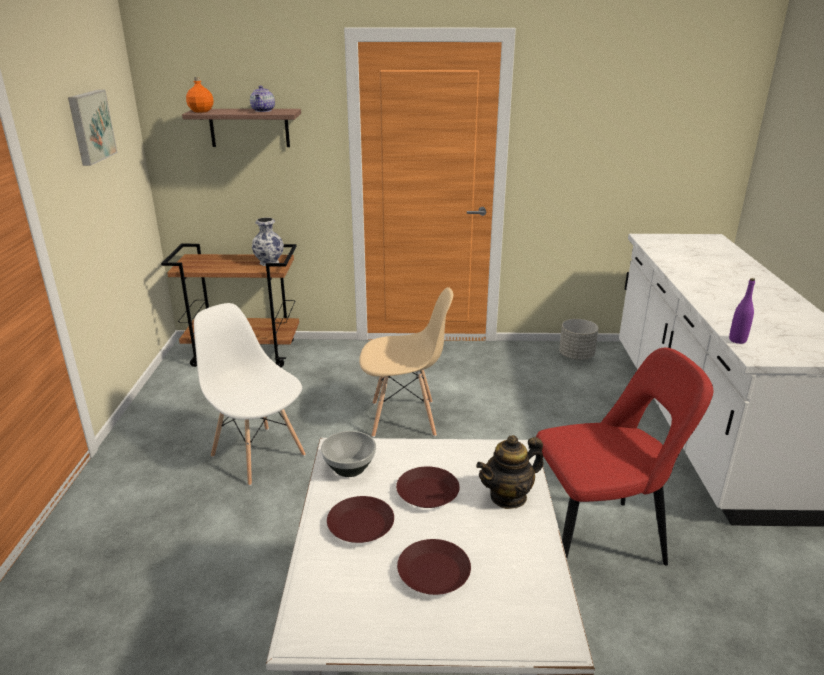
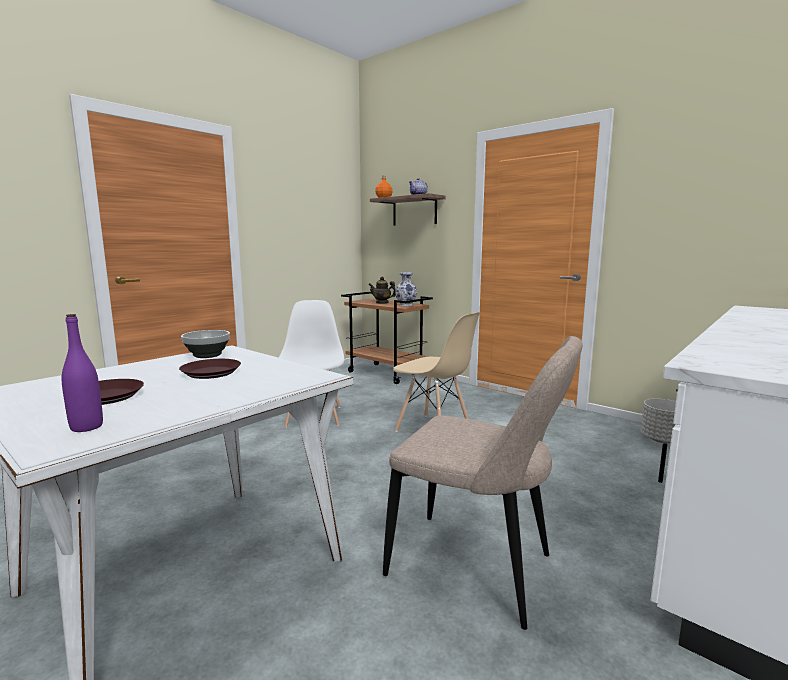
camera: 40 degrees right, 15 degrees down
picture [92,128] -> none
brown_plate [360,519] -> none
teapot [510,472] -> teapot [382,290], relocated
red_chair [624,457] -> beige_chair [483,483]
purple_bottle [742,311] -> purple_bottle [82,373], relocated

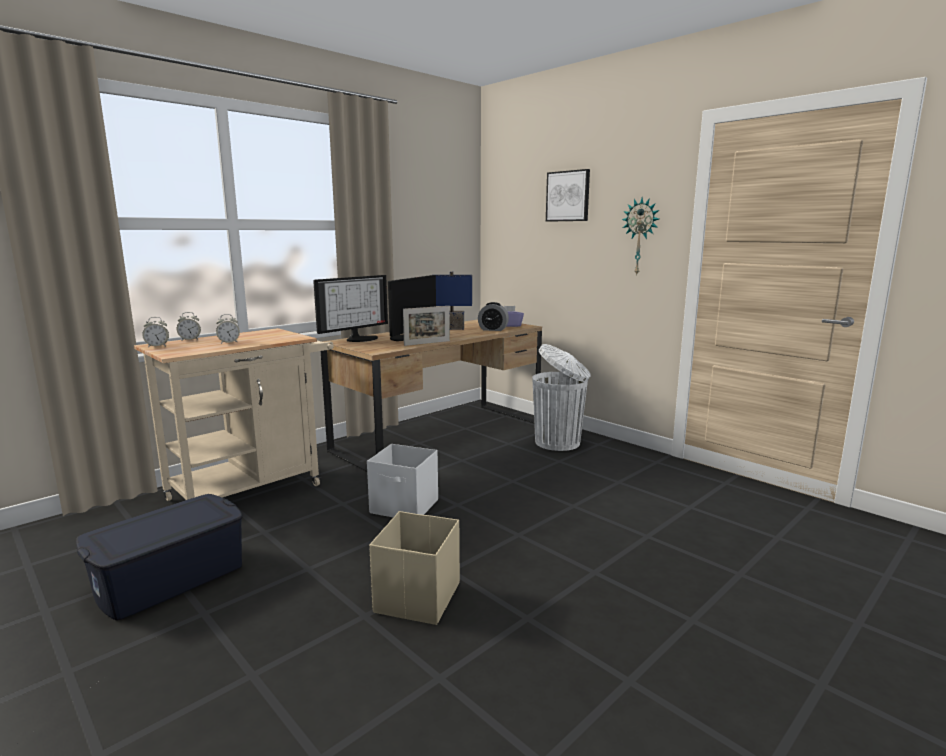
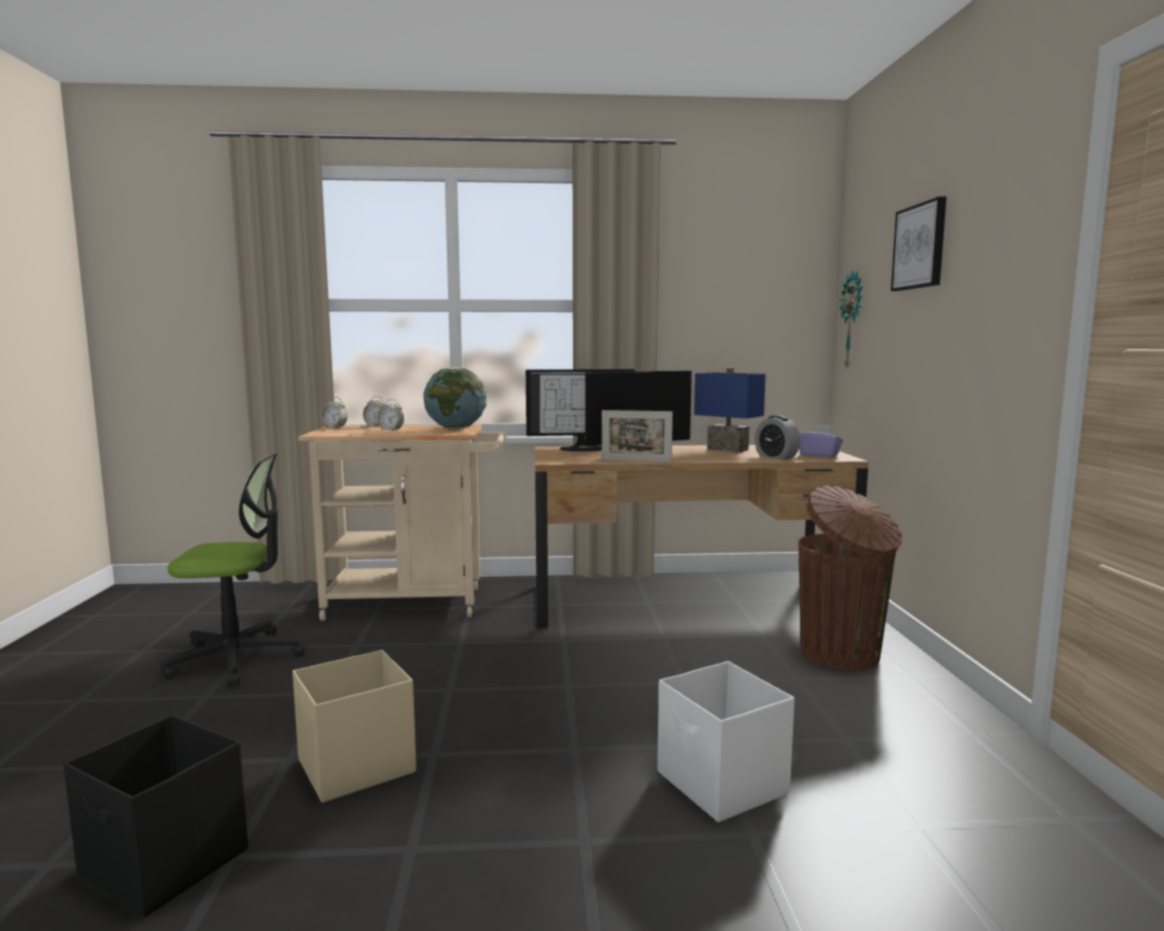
camera: 40 degrees right, 5 degrees down
blue_storage_box [159,557] -> office_chair [233,568]
white_storage_box [402,480] -> white_storage_box [726,741], relocated
white_trash_can [561,397] -> brown_trash_can [850,578]
wall_clock [640,237] -> wall_clock [851,318], relocated
none -> black_storage_box [155,816]
none -> globe [455,398]

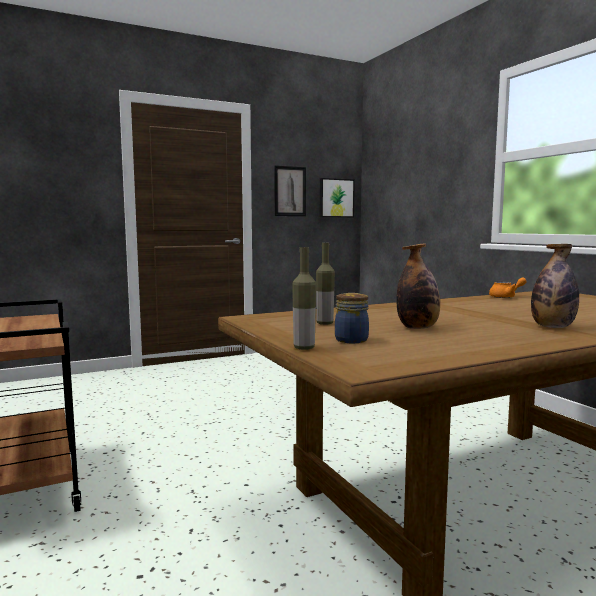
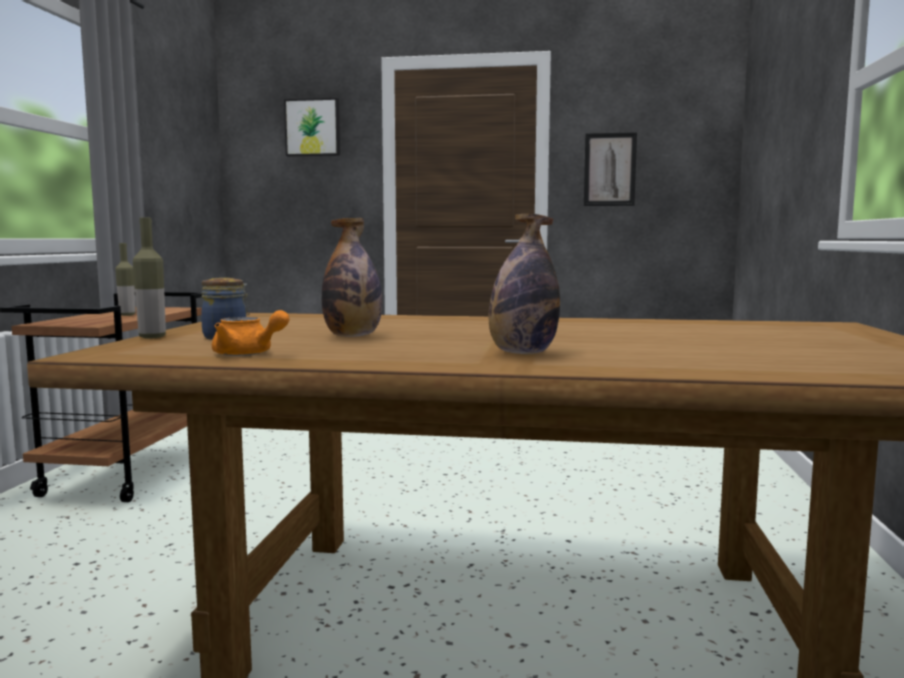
camera: 35 degrees right, 0 degrees up
bottle [325,284] -> bottle [125,279], relocated
picture [337,197] -> picture [312,127], relocated
orange_teapot [508,287] -> orange_teapot [251,333], relocated

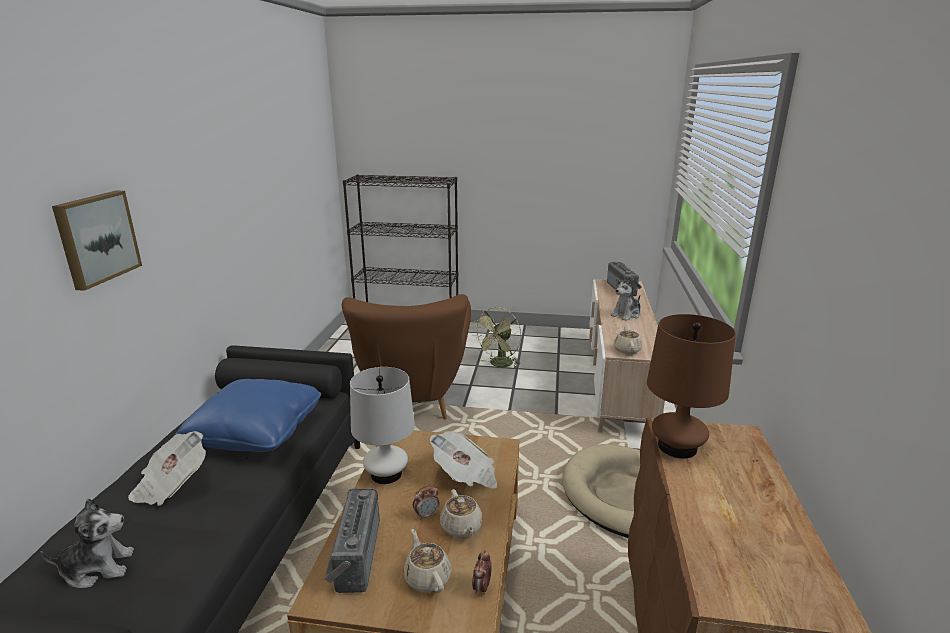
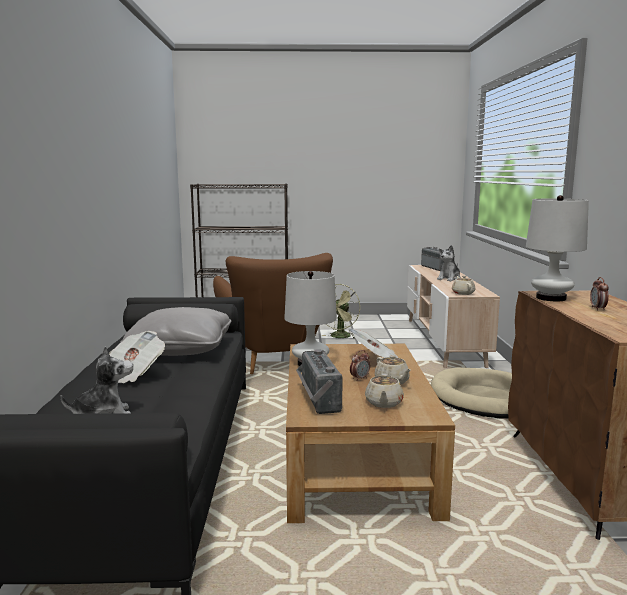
camera: 10 degrees left, 10 degrees down
picture [97,240] -> none
blue_pillow [248,415] -> grey_pillow [175,331]
beige_teapot [427,561] -> beige_teapot [384,391], 135 degrees counterclockwise
alarm_clock [482,572] -> alarm_clock [599,294], relocated
brown_table_lamp [691,386] -> white_table_lamp [557,248]

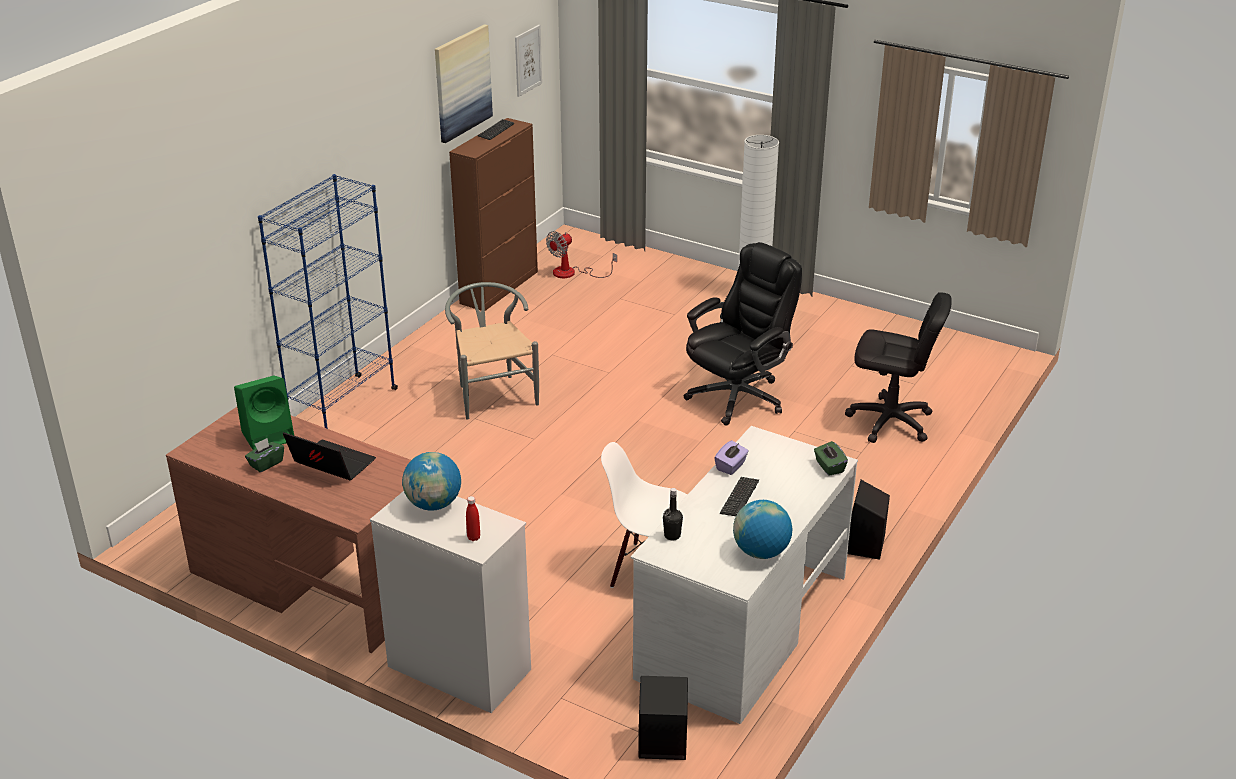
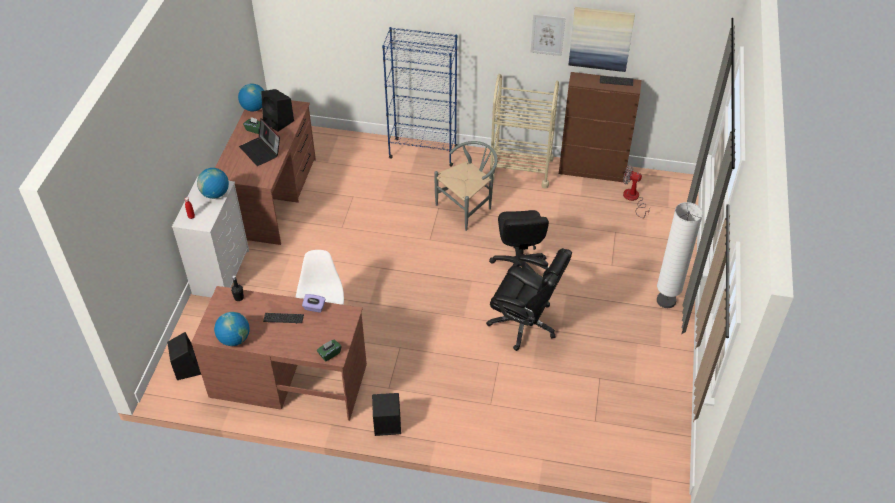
camera: 70 degrees right, 15 degrees up
green_speaker [264,413] -> black_speaker [277,110]
laptop [329,456] -> laptop [259,142], 135 degrees clockwise
picture [528,61] -> picture [548,35], relocated
white_desk [744,575] -> brown_desk [279,353]
black_office_chair [898,367] -> black_office_chair [519,241], relocated
none -> globe [251,98]
none -> beige_cart [524,131]

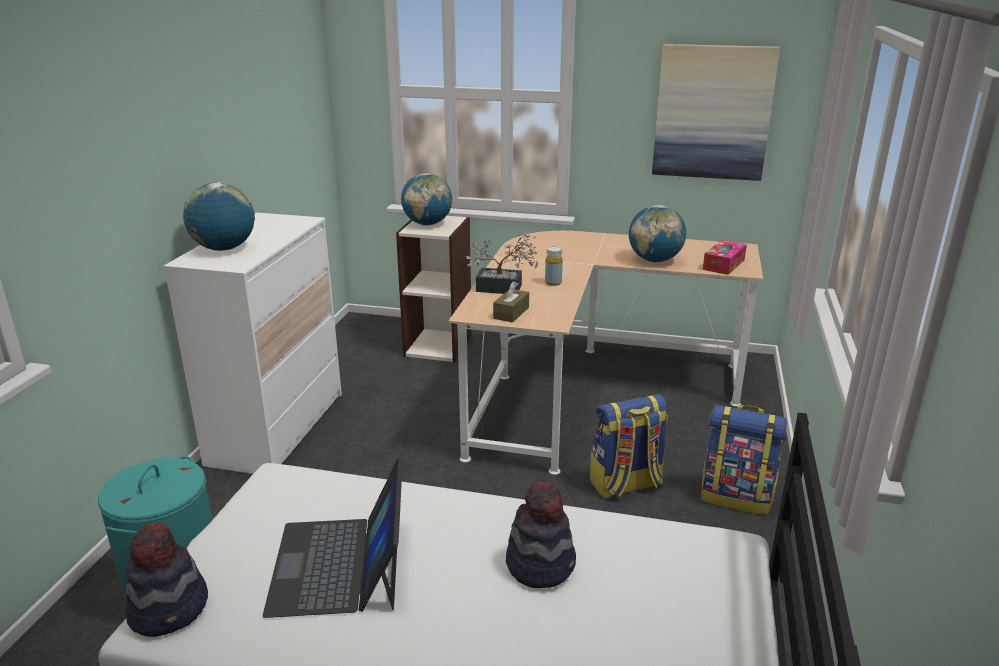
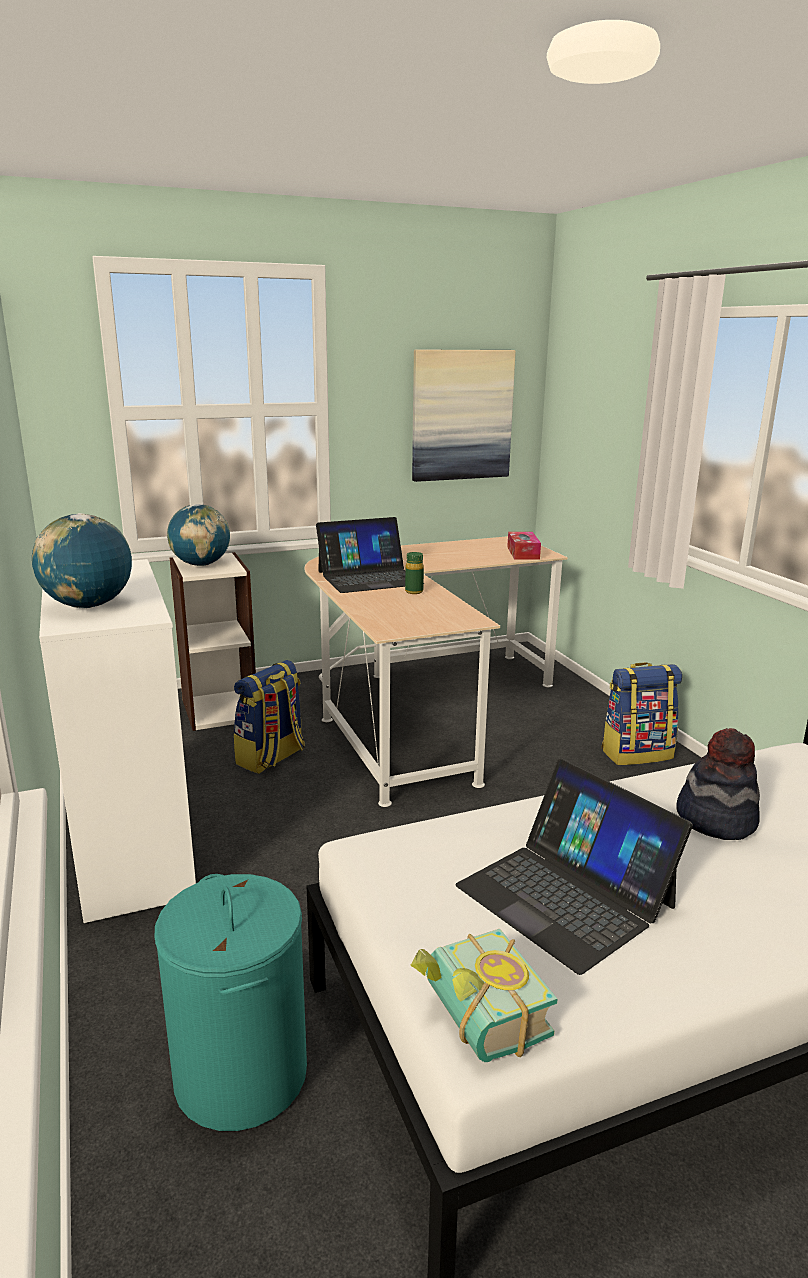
camera: 35 degrees left, 5 degrees down
hat [167,579] -> book [483,995]
potted_plant [502,263] -> none
brown_tissue_box [511,302] -> none
yellow_bottle [554,266] -> green_bottle [414,573]
backpack [629,446] -> backpack [269,717], relocated
globe [657,233] -> none
none -> laptop [360,555]

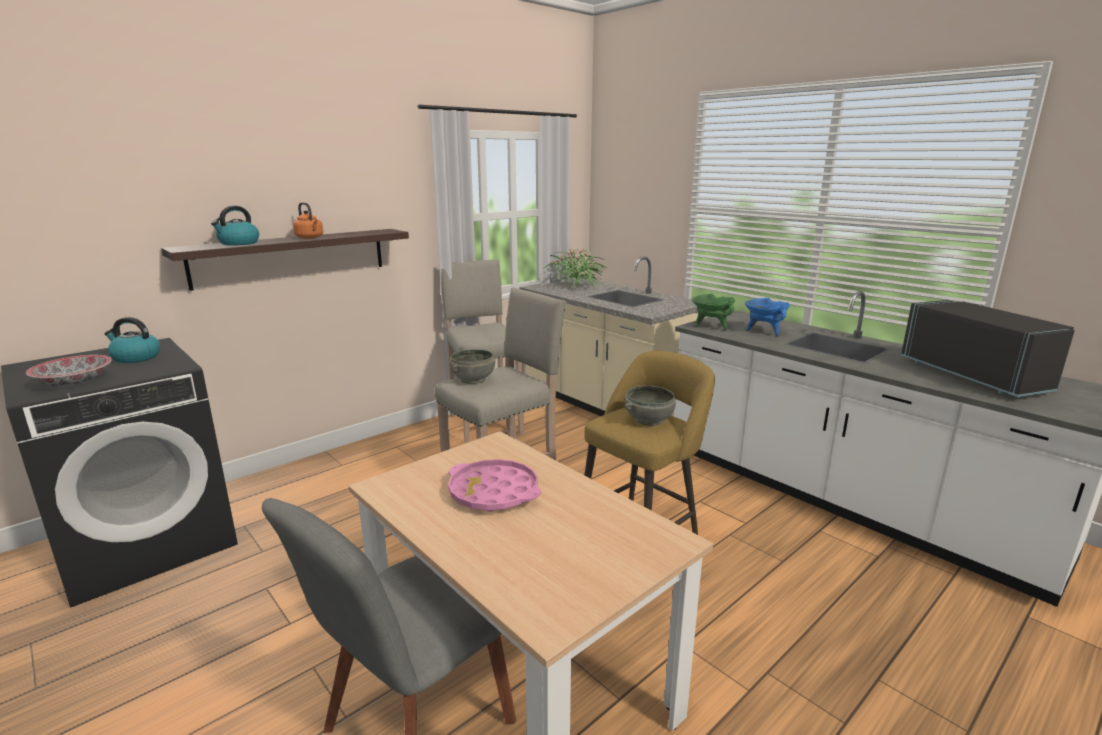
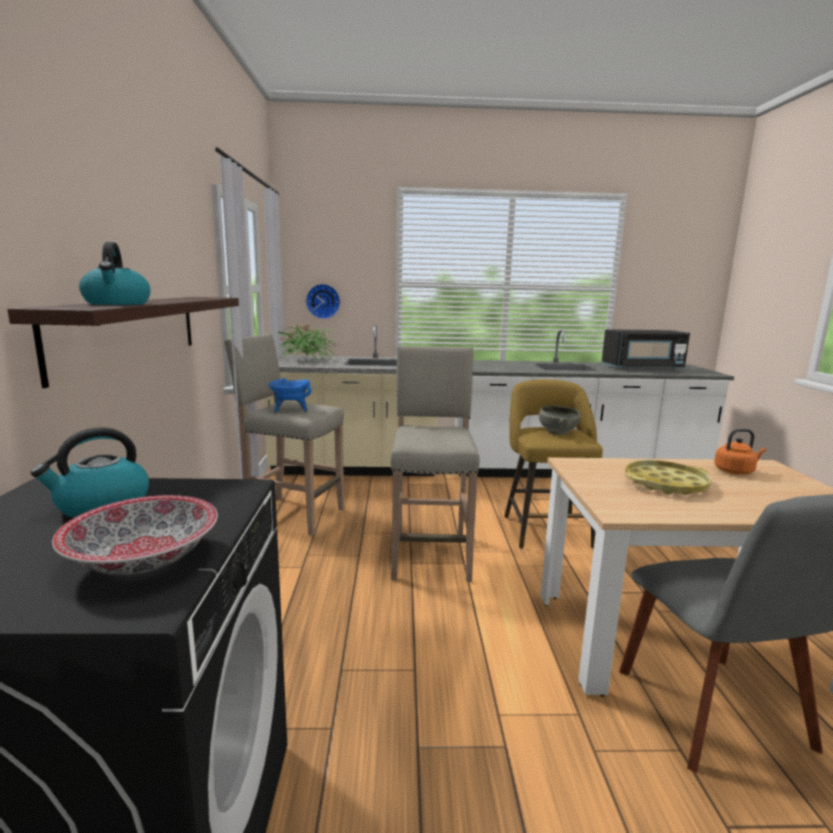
camera: 50 degrees left, 5 degrees down
orange_kettle [308,220] -> orange_kettle [740,452], relocated
pink_tray [494,485] -> yellow_tray [668,477]
grey_bowl [472,366] -> none
green_cooking_pot [713,312] -> none
blue_cooking_pot [767,317] -> blue_cooking_pot [290,395], relocated
black_microwave [988,348] -> black_microwave [646,350], 150 degrees clockwise
none -> wall_clock [323,301]

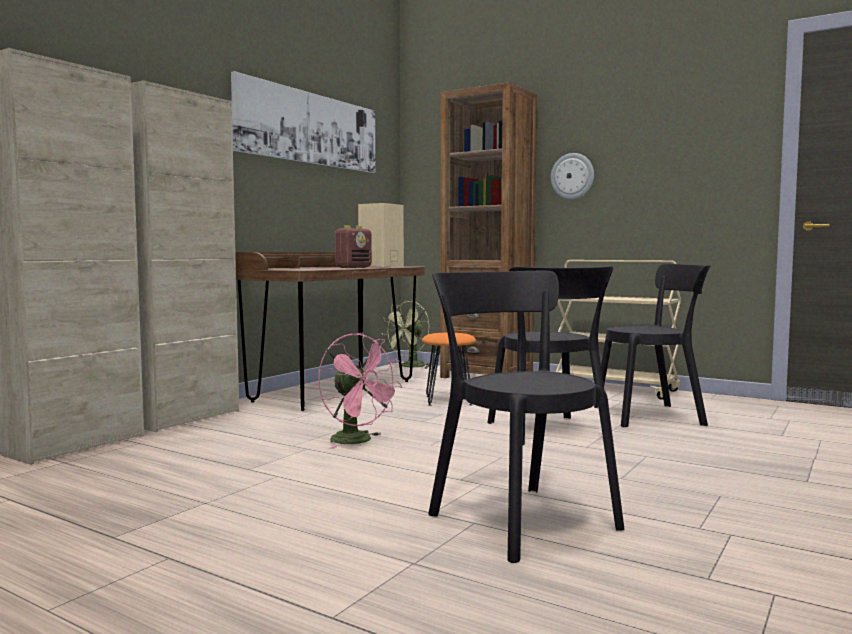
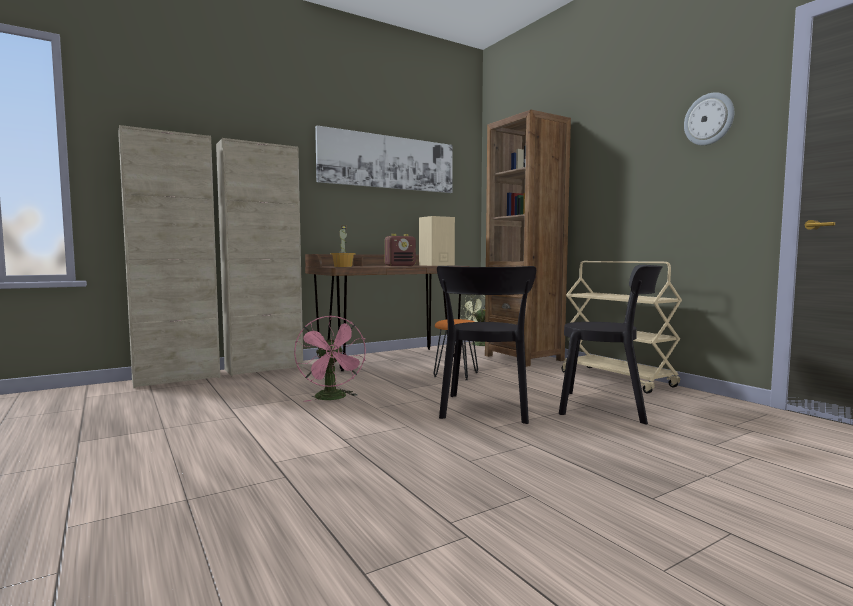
camera: 25 degrees right, 0 degrees up
black_chair [526,417] -> none
wall_clock [572,176] -> wall_clock [709,118], relocated
none -> potted_plant [343,246]

